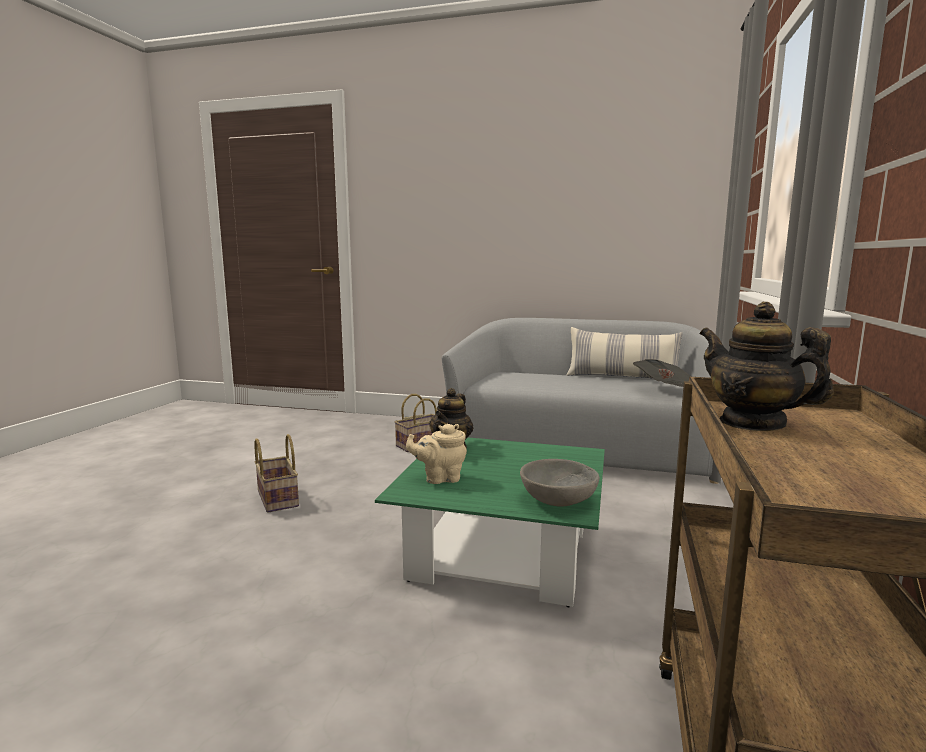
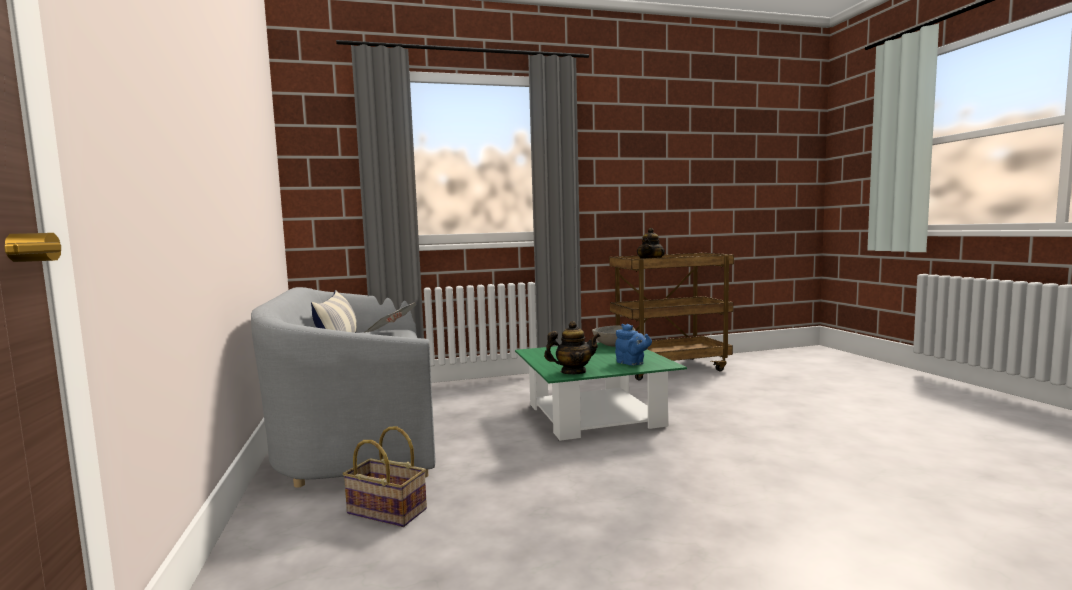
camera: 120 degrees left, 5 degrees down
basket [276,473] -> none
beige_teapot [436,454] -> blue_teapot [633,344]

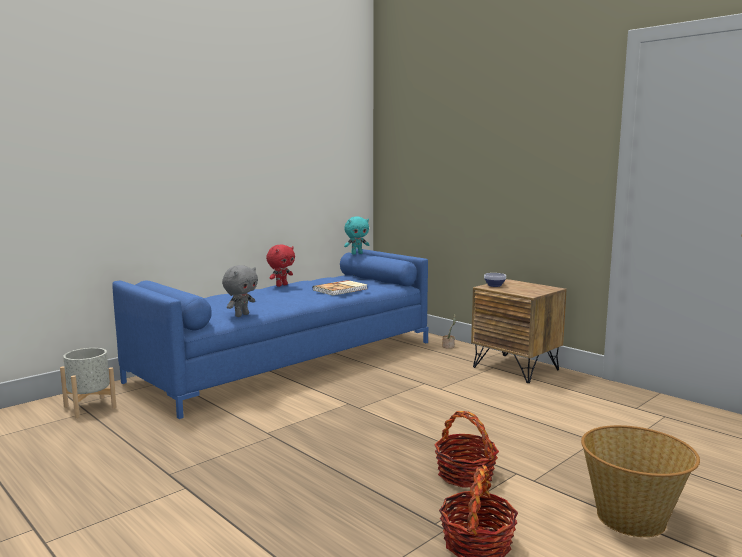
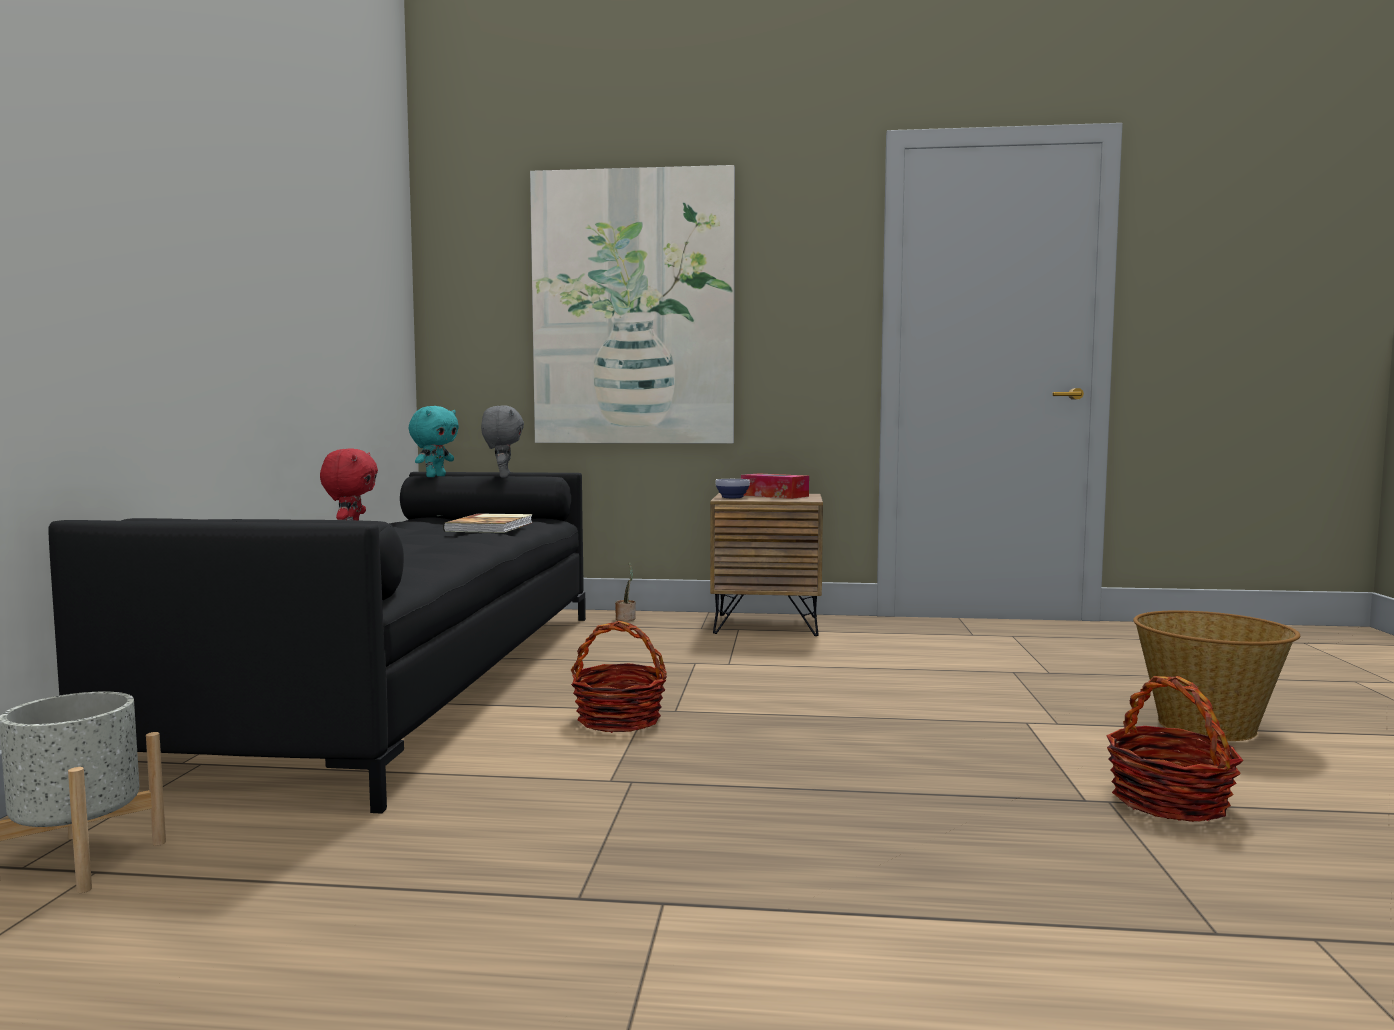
camera: 40 degrees left, 5 degrees down
blue_sofa [270,334] -> black_sofa [317,642]
grey_plush_toy [240,291] -> grey_plush_toy [502,441], relocated
basket [466,449] -> basket [619,677], relocated
none -> picture [632,304]
none -> tissue_box [775,486]

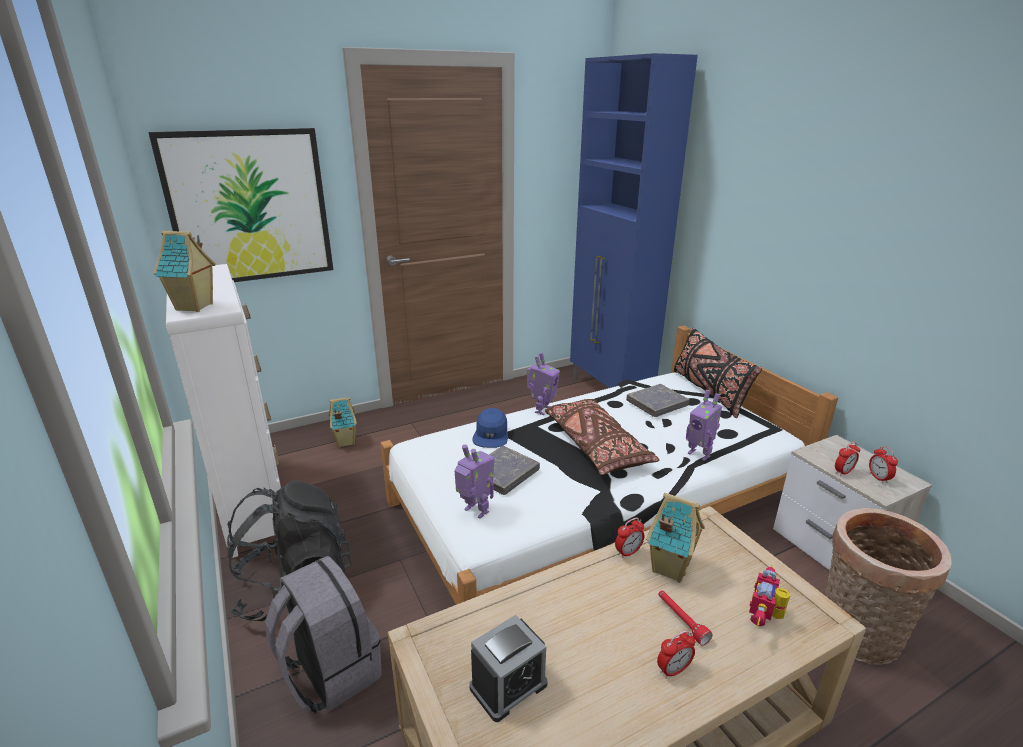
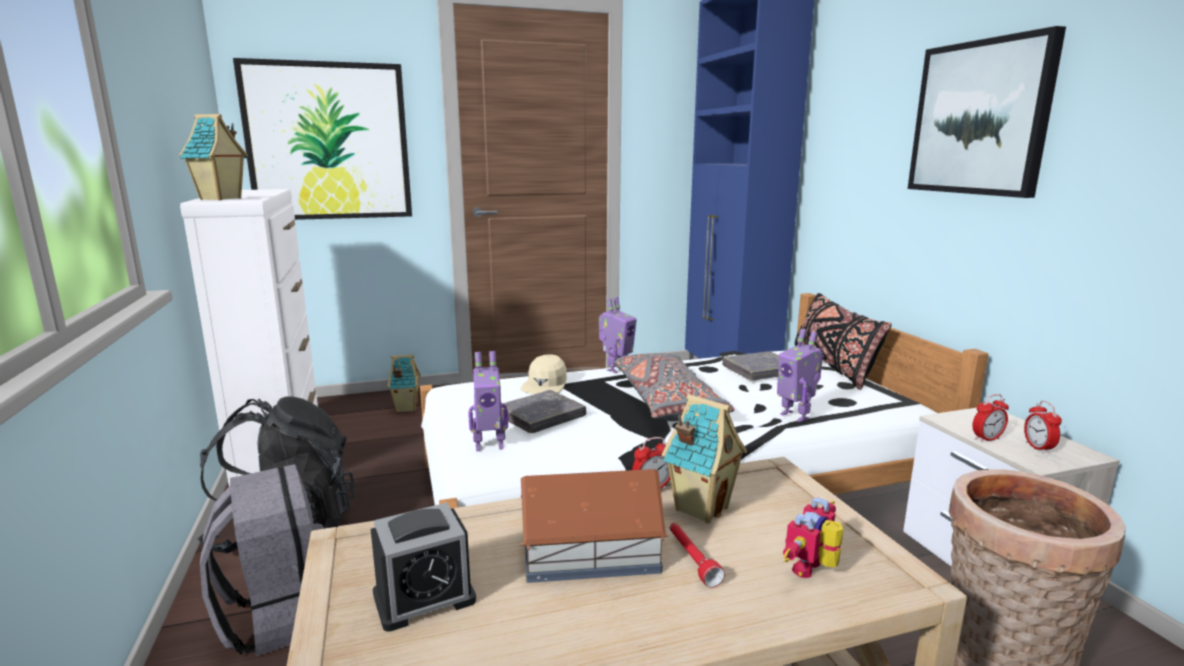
camera: 10 degrees right, 10 degrees down
toy_robot [474,482] -> toy_robot [488,401], 120 degrees clockwise
blue_cap [490,428] -> beige_cap [543,374]
brown_pillow [602,437] -> grey_pillow [674,387]
alarm_clock [676,654] -> none
none -> toy_house [595,526]
none -> picture [987,112]

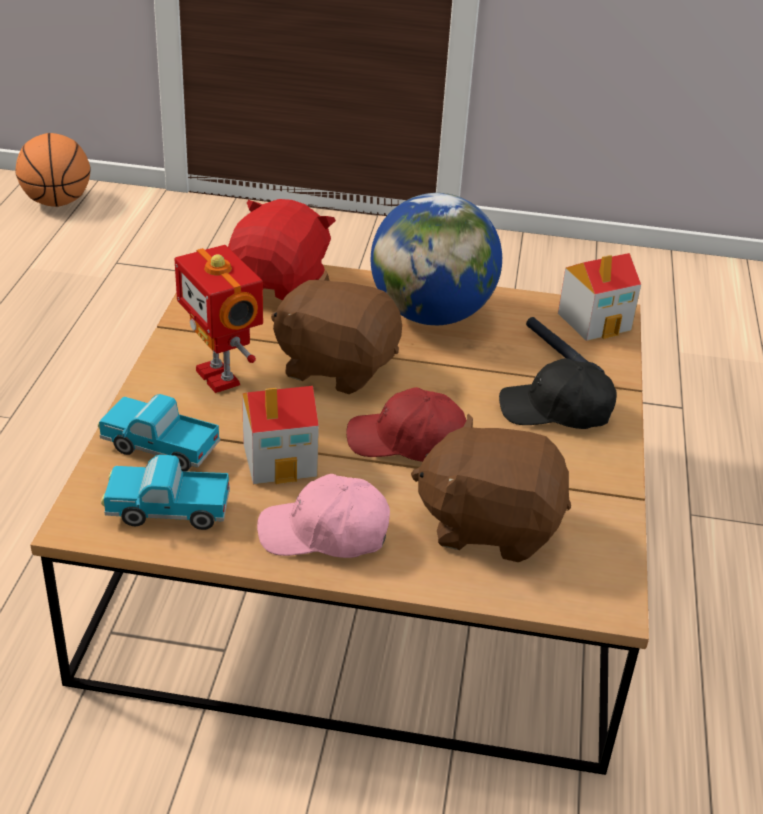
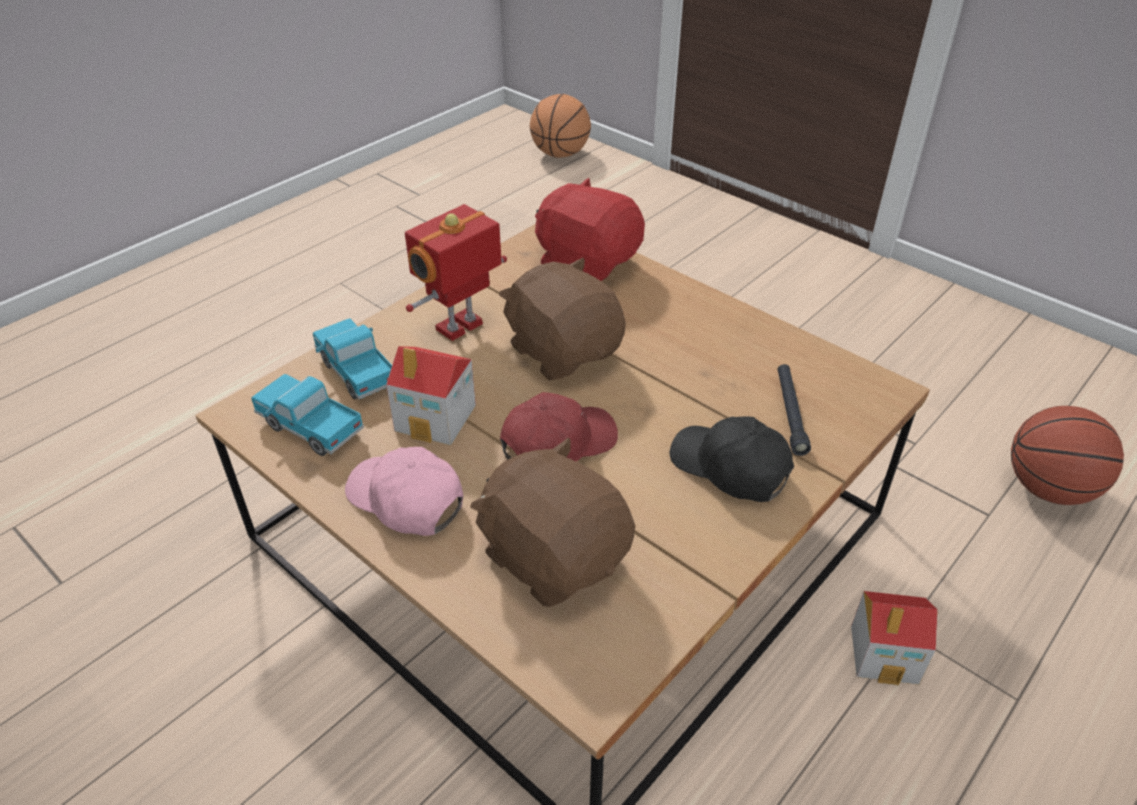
camera: 35 degrees right, 5 degrees up
toy_robot [218,319] -> toy_robot [456,272], 45 degrees clockwise
red_plush_toy [282,250] -> red_plush_toy [590,229], 105 degrees counterclockwise
red_cap [406,424] -> red_cap [559,427], 105 degrees clockwise
globe [436,259] -> none
toy_house [599,297] -> toy_house [894,638], relocated
none -> basketball [1067,455]

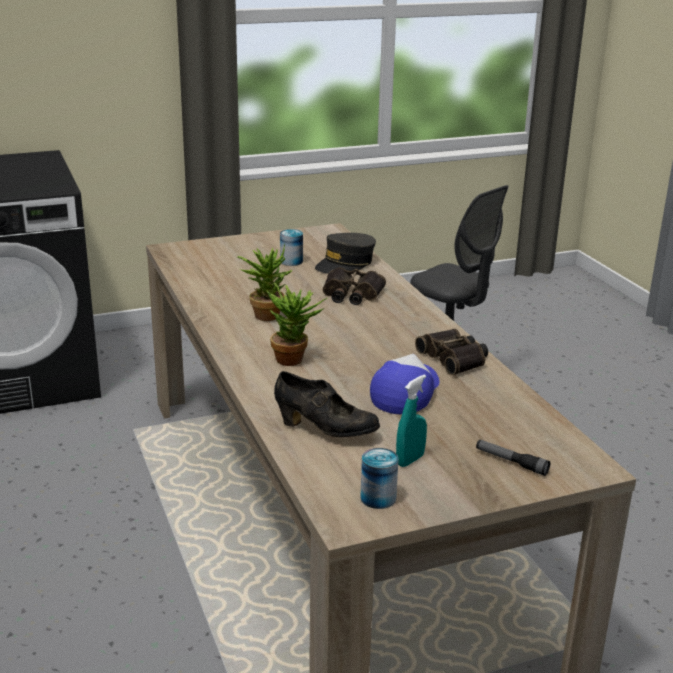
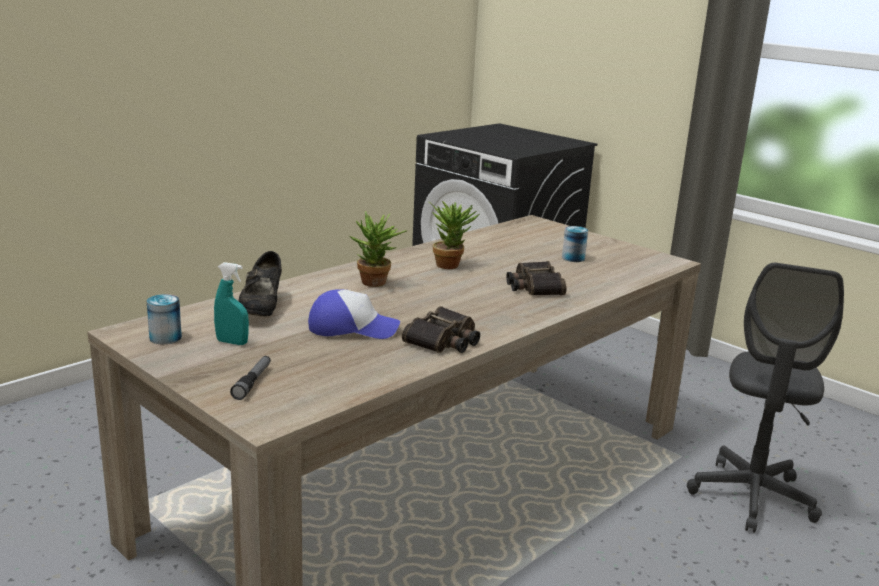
camera: 65 degrees right, 5 degrees down
grey_cap [345,253] -> none

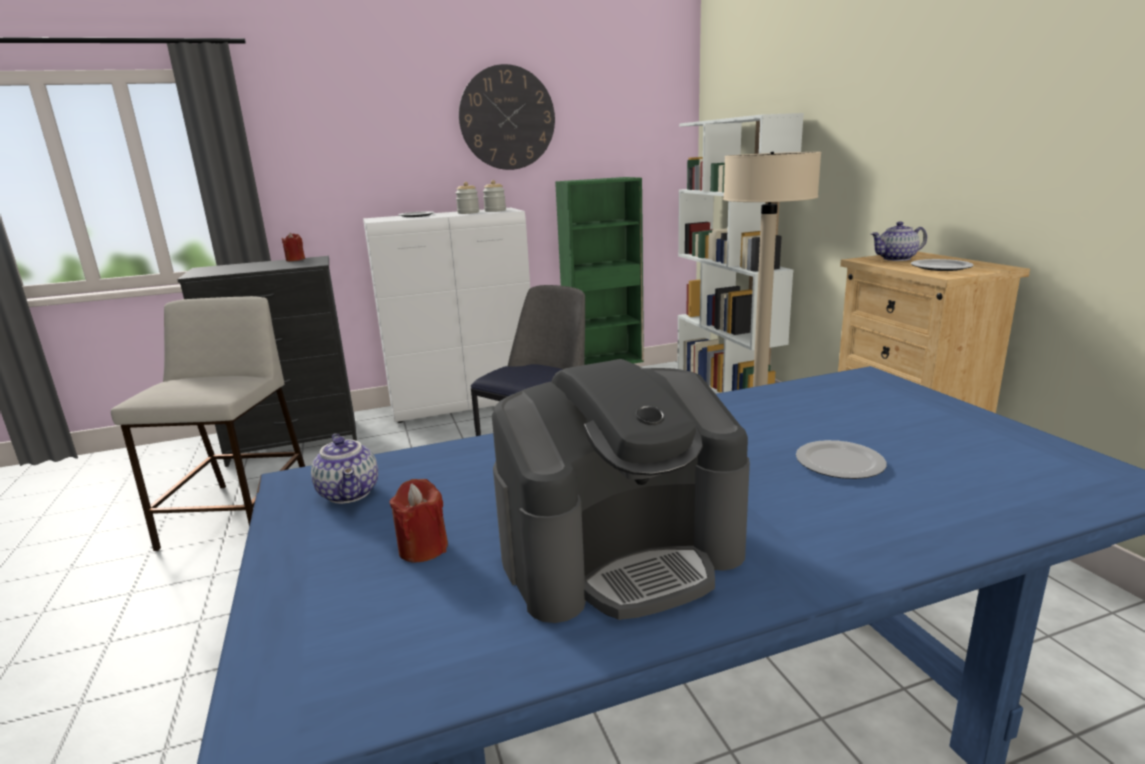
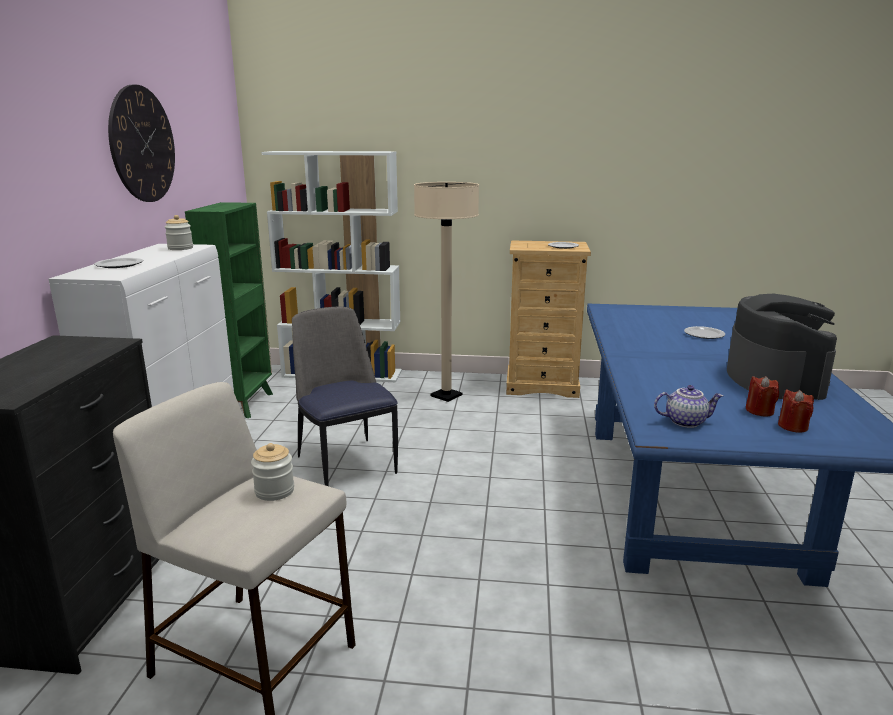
camera: 65 degrees left, 0 degrees up
red_candle [293,246] -> red_candle [796,411], relocated
jar [467,198] -> jar [272,472], relocated
teapot [899,241] -> none

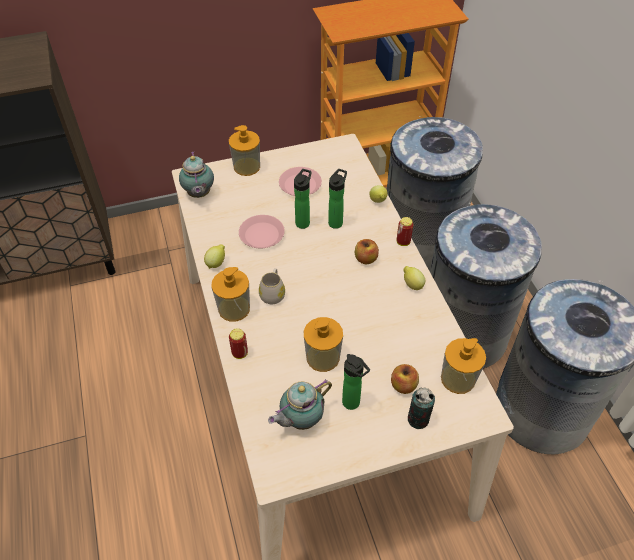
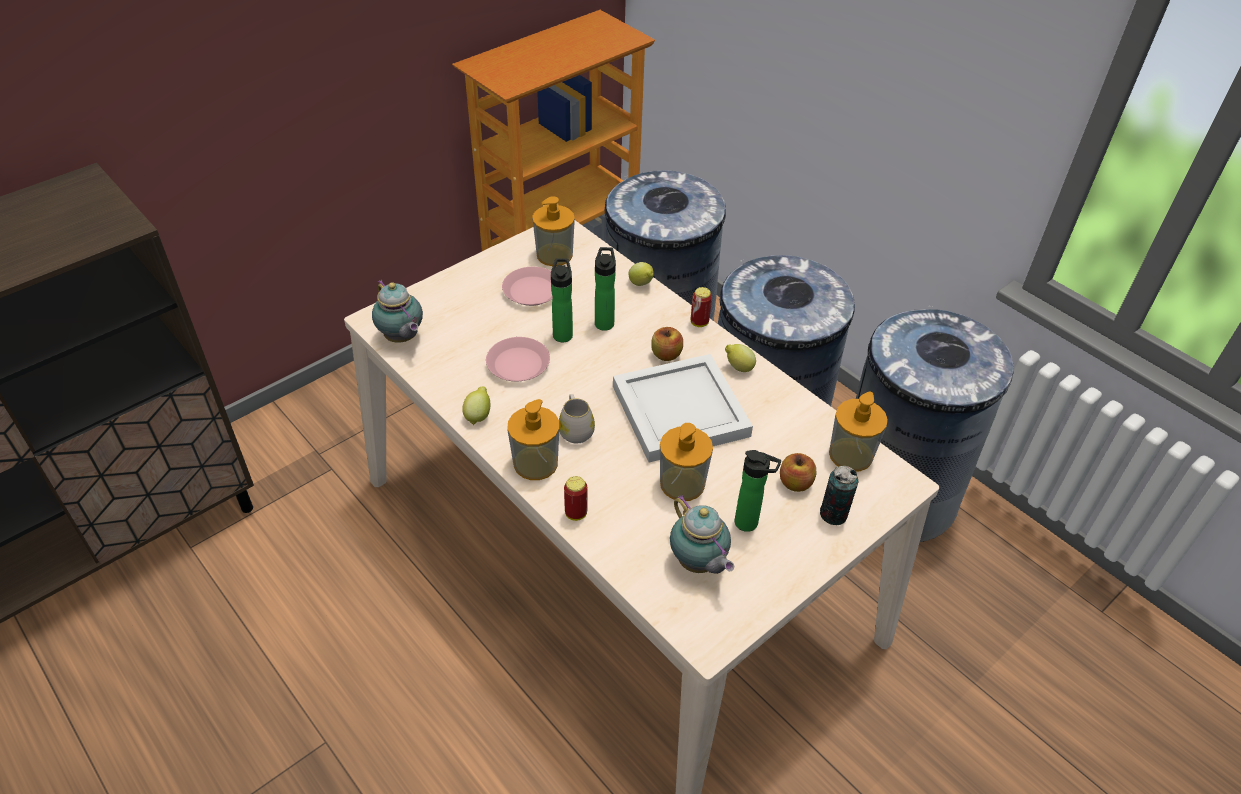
camera: 25 degrees left, 5 degrees down
soap_dispenser [244,150] -> soap_dispenser [553,231], relocated
teapot [300,404] -> teapot [702,534], 60 degrees counterclockwise
none -> white_tray [683,408]

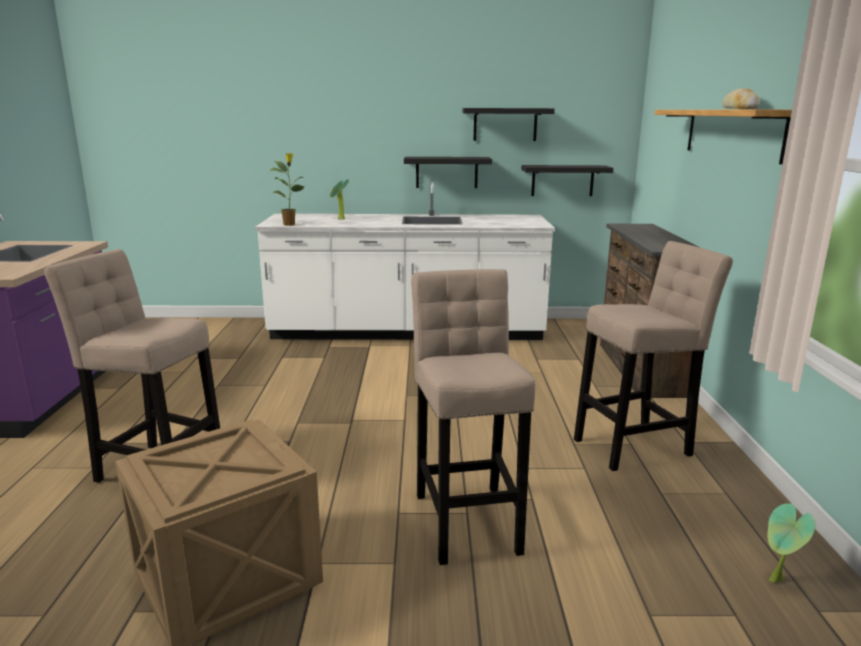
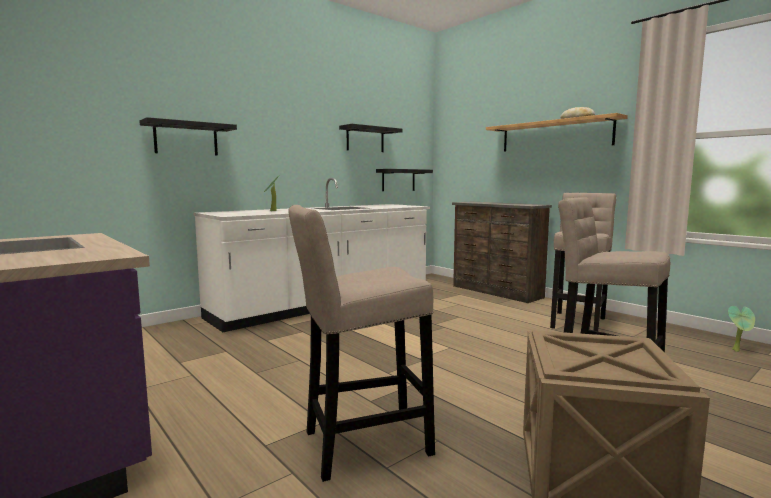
camera: 40 degrees left, 10 degrees down
potted_plant [287,189] -> none
black_shelf [448,172] -> black_shelf [188,136], relocated

